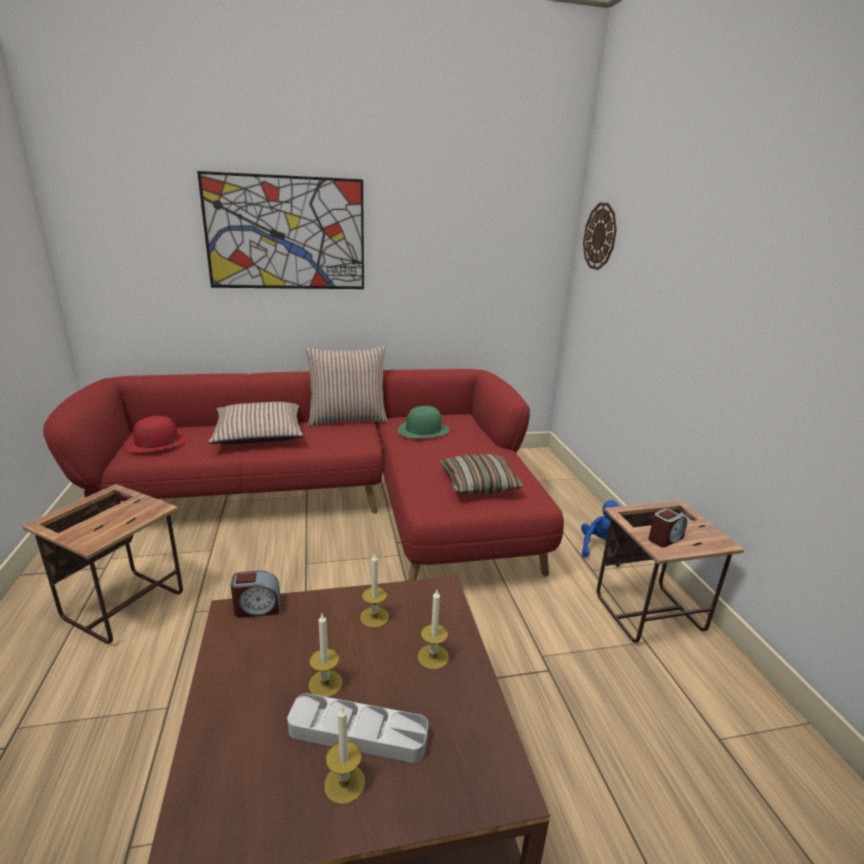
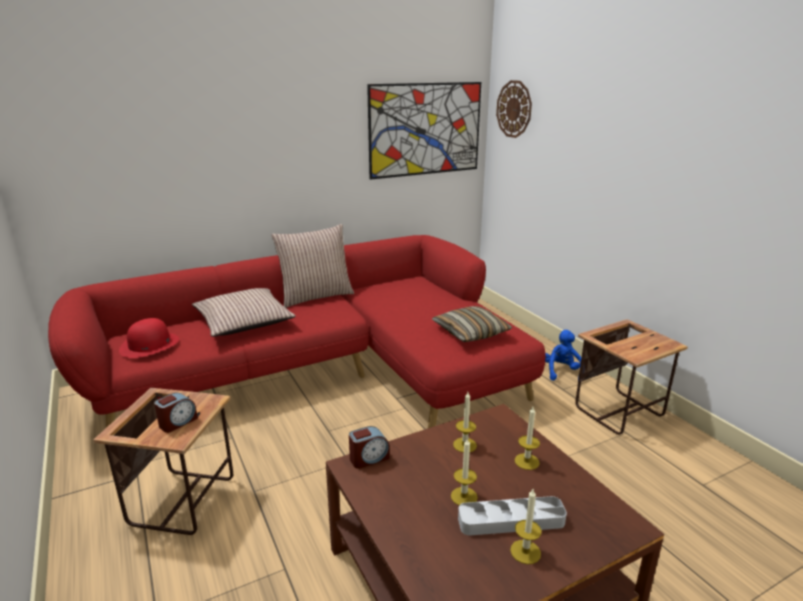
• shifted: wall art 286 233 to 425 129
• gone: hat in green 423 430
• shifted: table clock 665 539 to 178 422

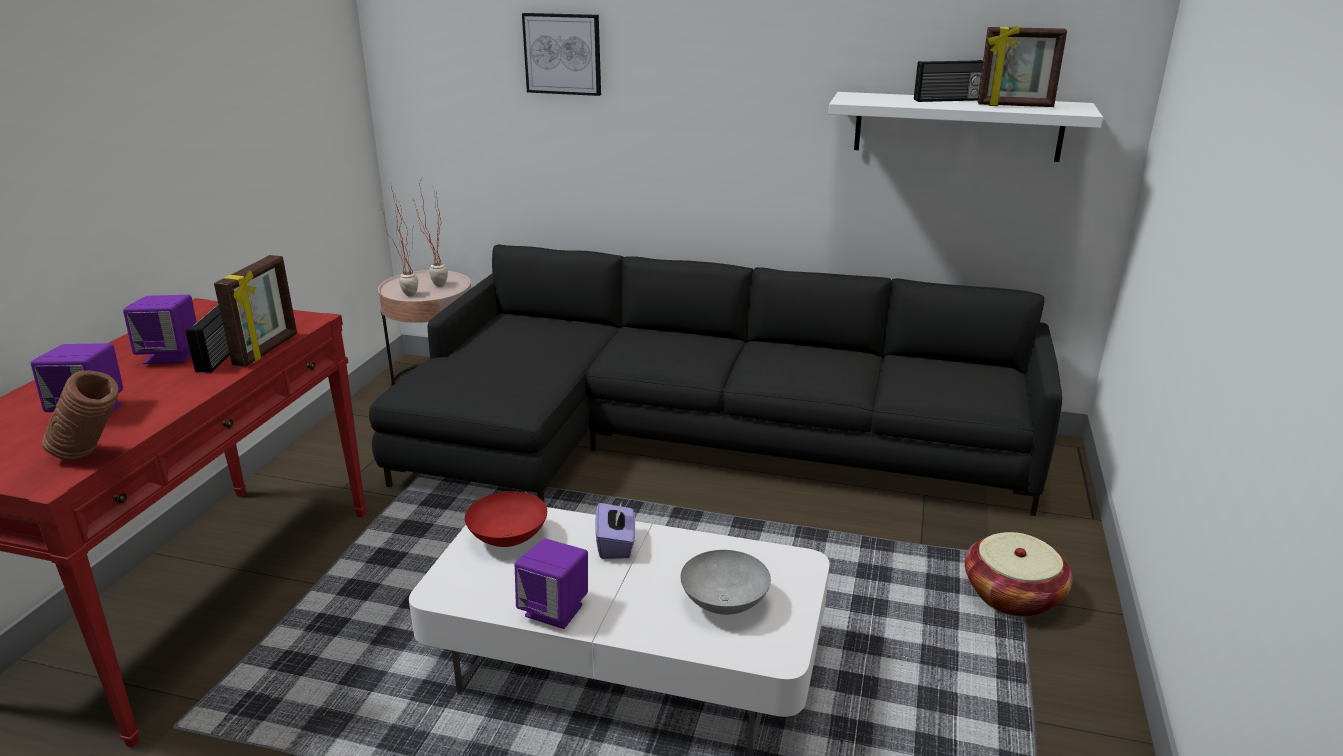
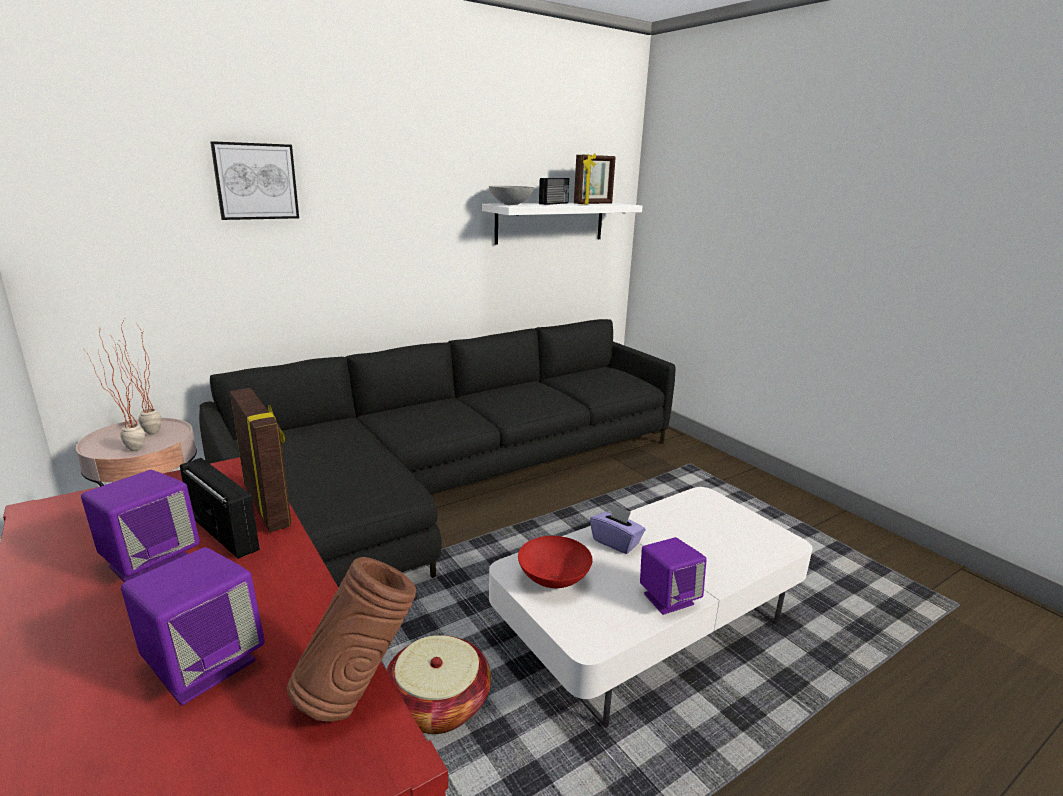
• shifted: deep dish in grey 723 604 to 511 204
• shifted: household basket 1012 595 to 438 704

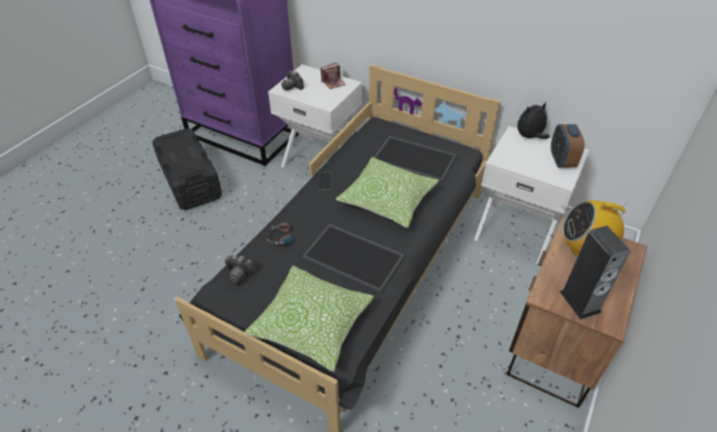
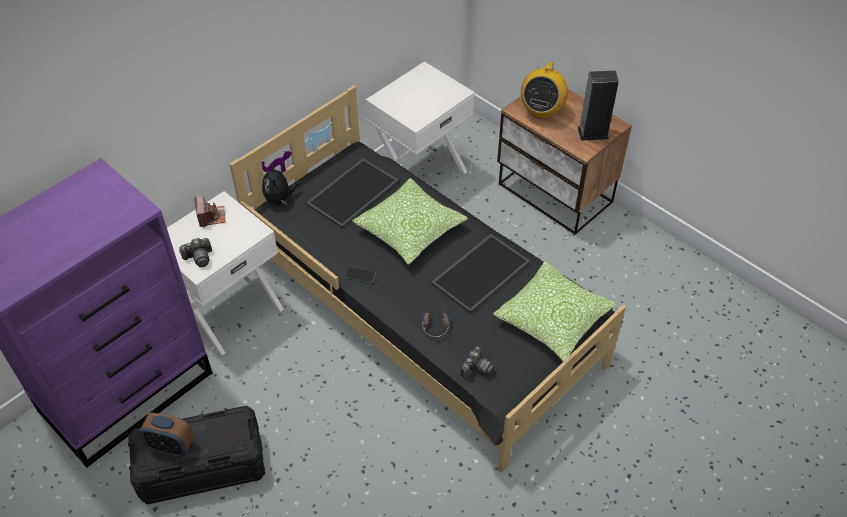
• shifted: cuddly toy 529 137 to 279 199
• shifted: table clock 561 161 to 171 446

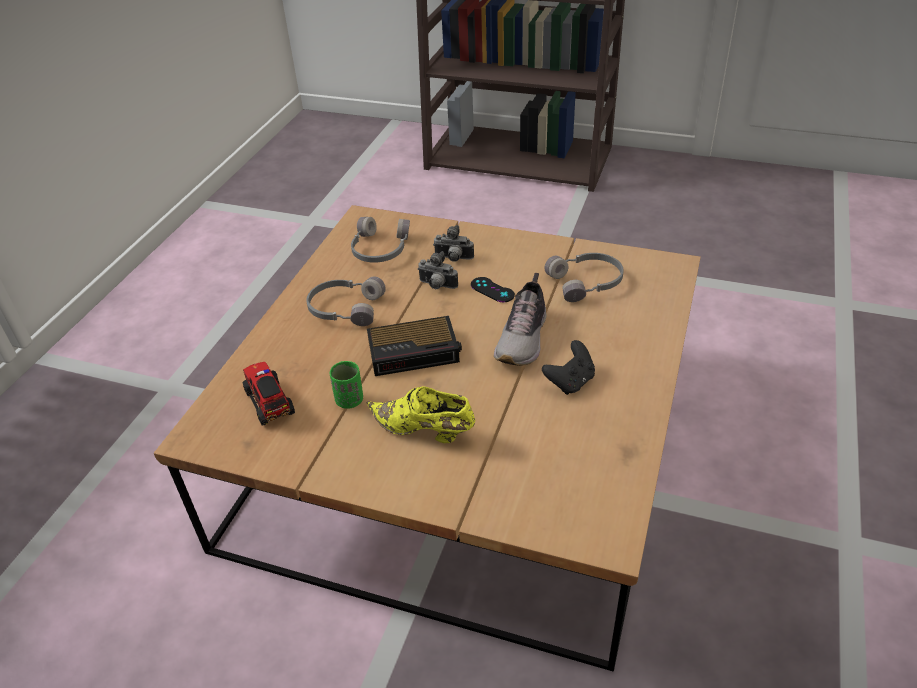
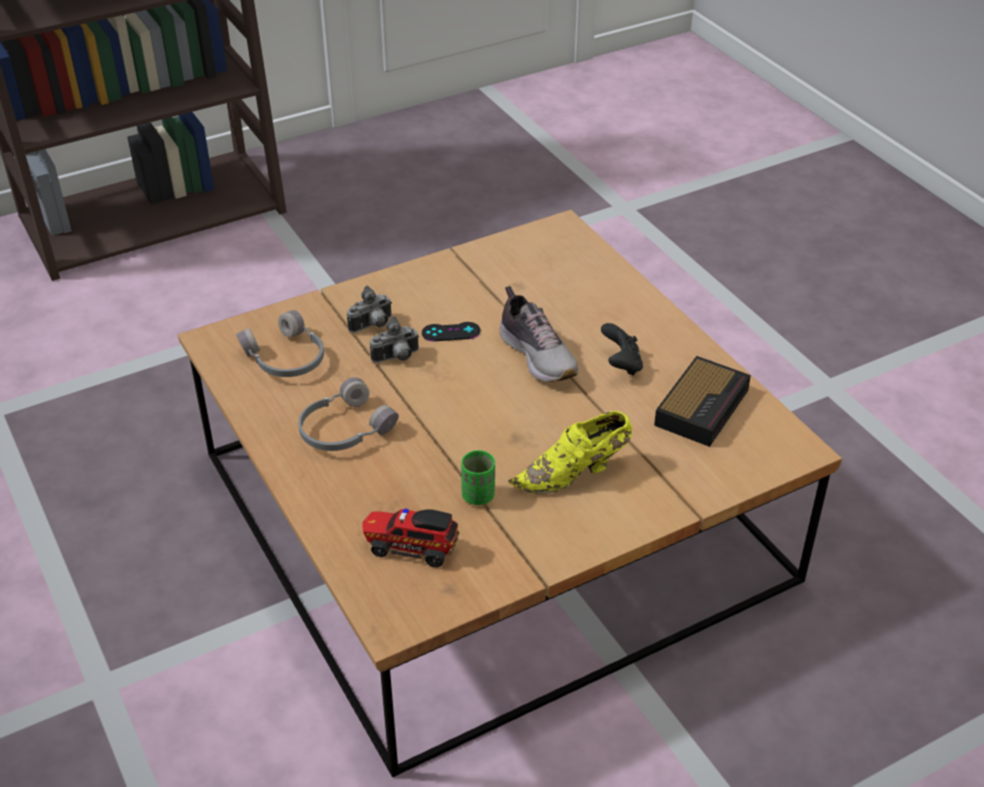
• shifted: table clock 415 351 to 702 406
• gone: headset in grey 587 283

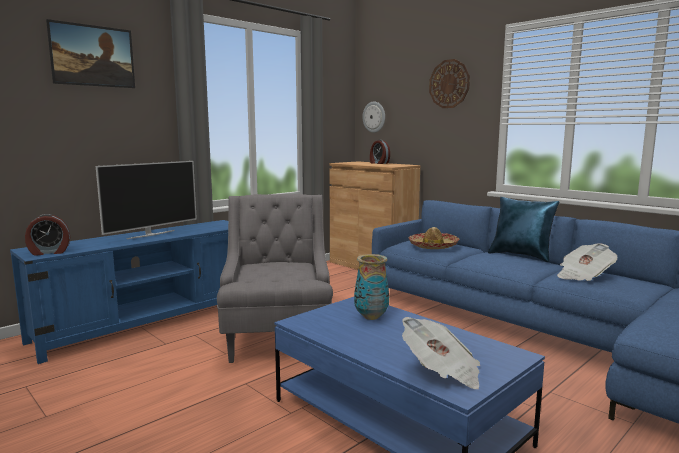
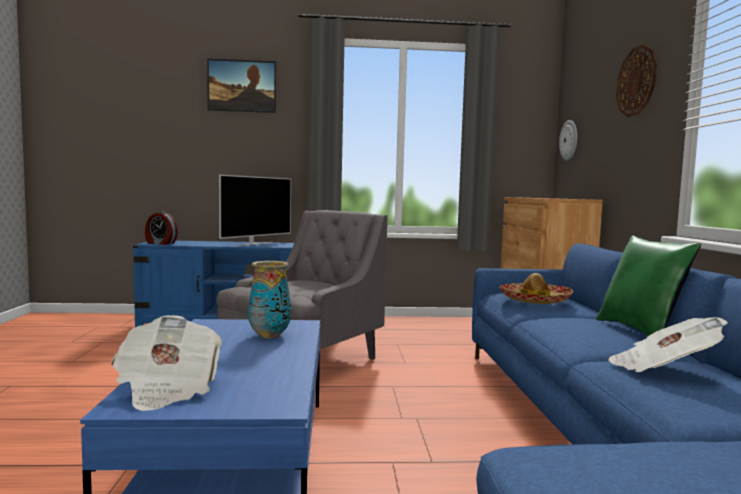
• rotated: TV set 151 234 = 254 244 45 degrees counterclockwise
• gone: table clock 379 163
• repainted: cushion in blue-coloured 521 256 to cushion in green 641 331

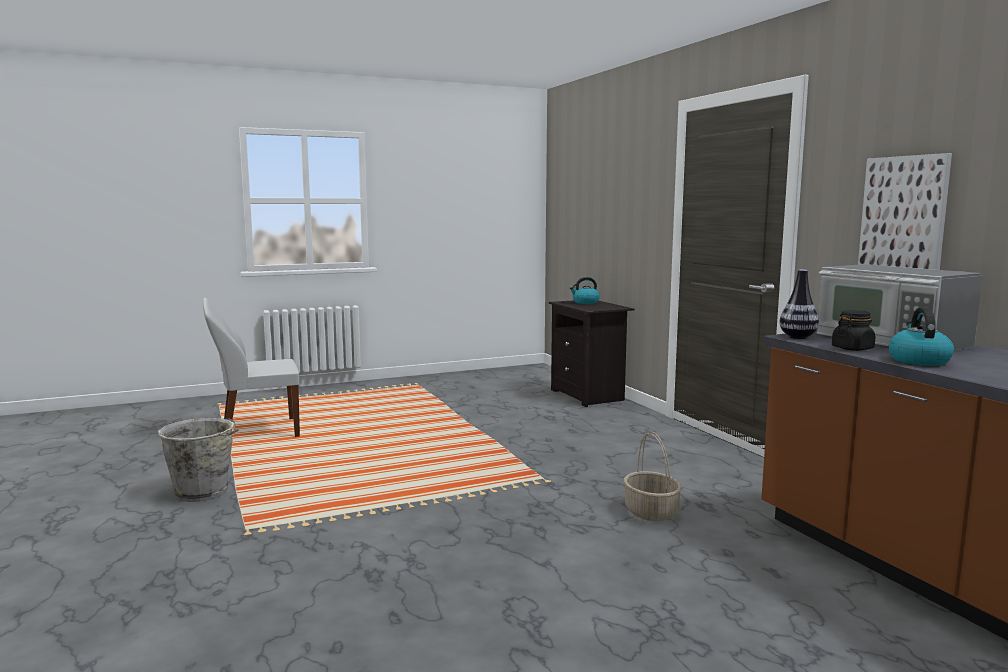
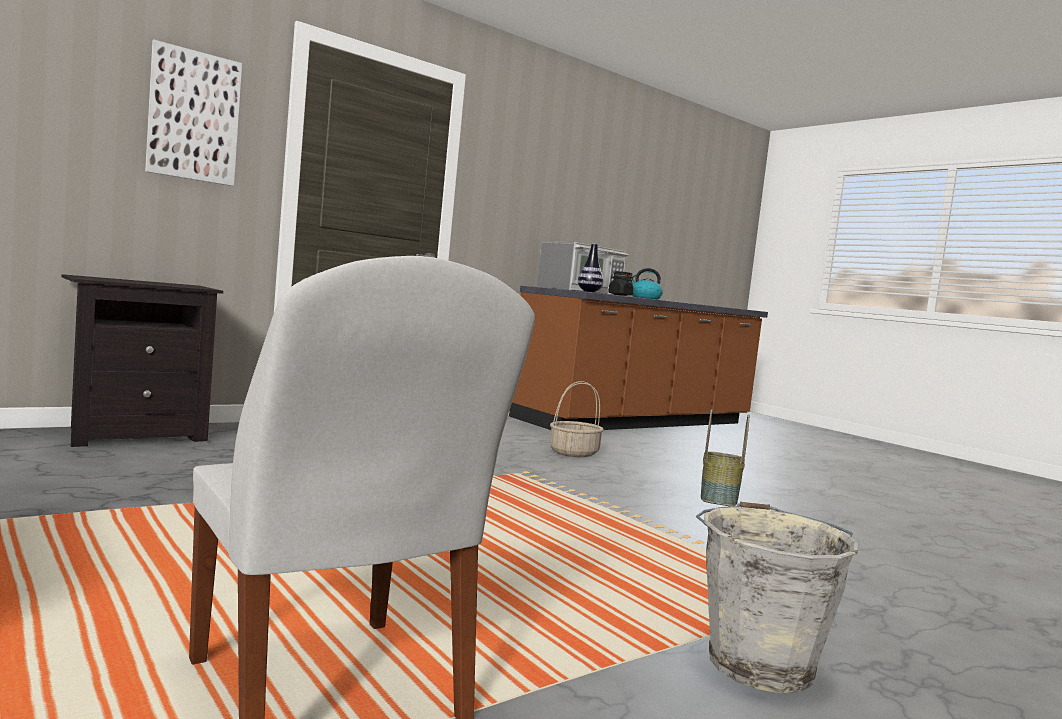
• gone: water kettle 585 302
• shifted: wall art 902 224 to 194 116
• new: household basket 720 497

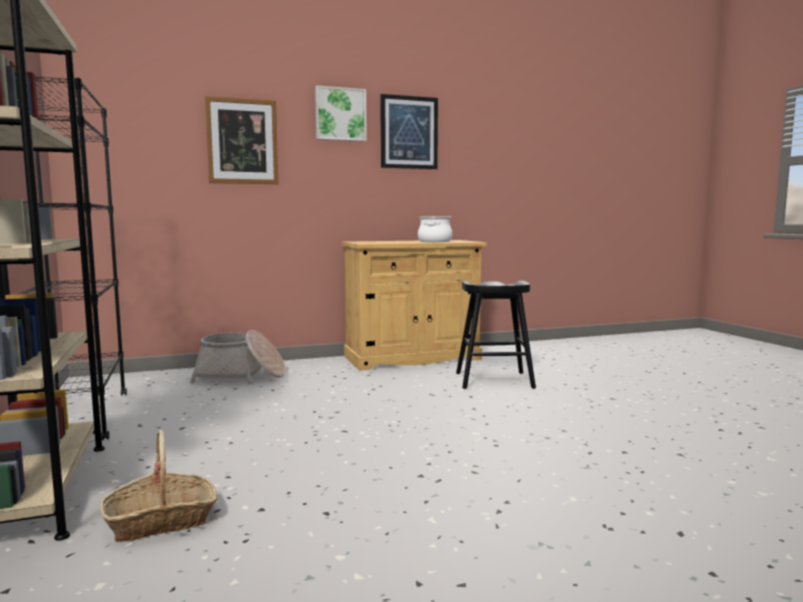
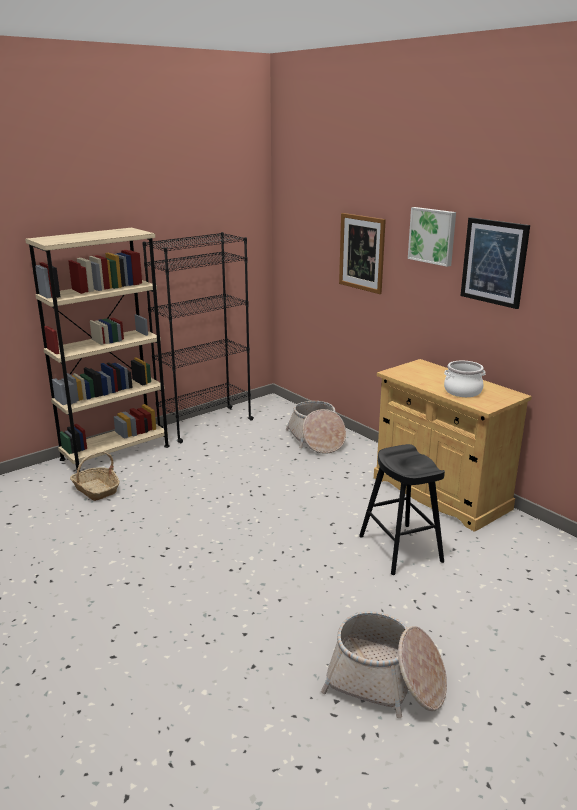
• new: household basket 386 682

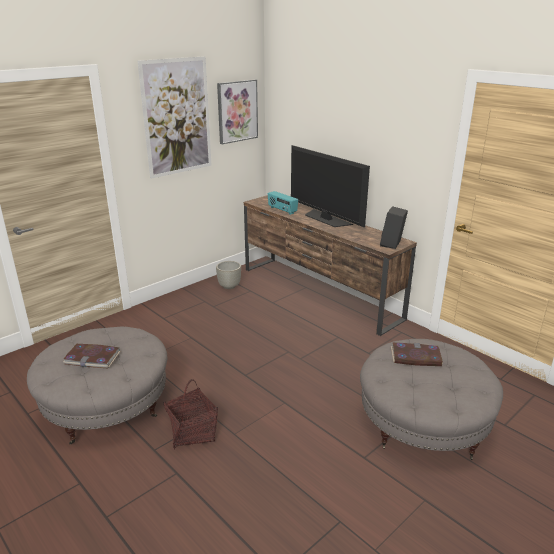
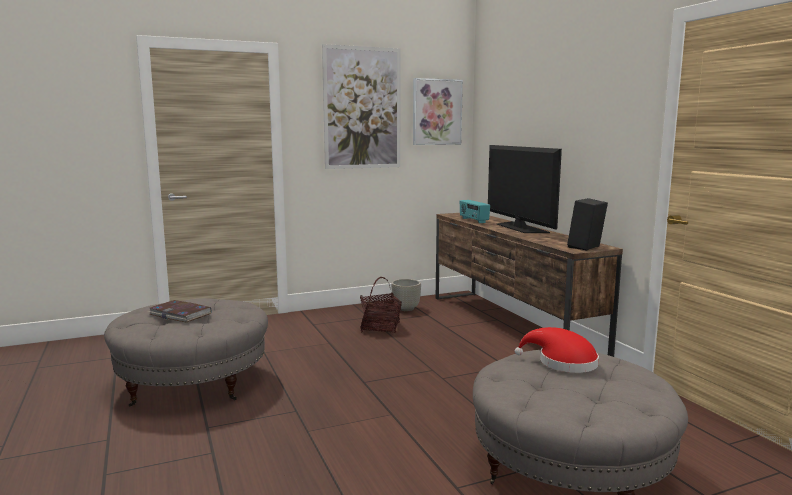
• shifted: household basket 192 432 to 380 327
• swapped: book 415 357 to hat in reddish 562 362

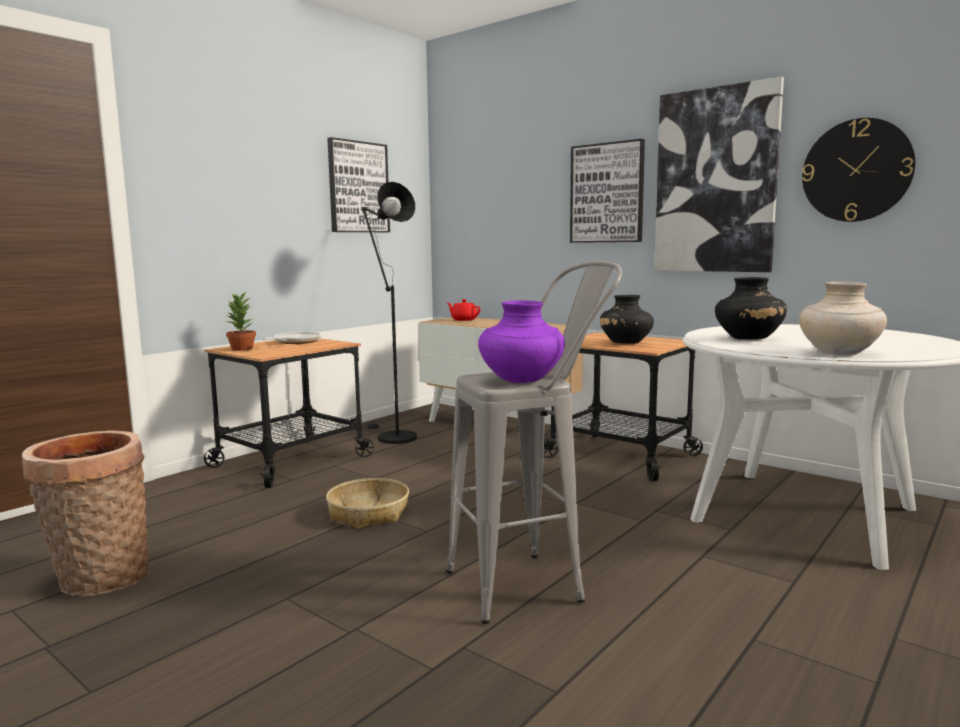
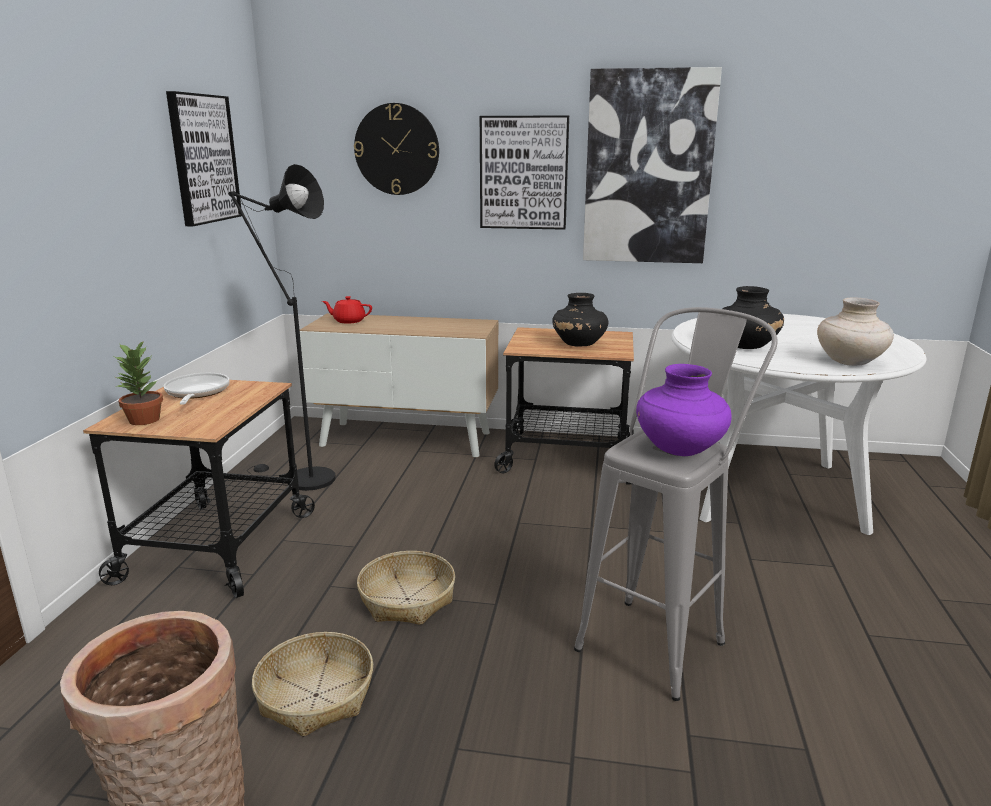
• shifted: wall clock 856 170 to 397 149
• new: household basket 316 695

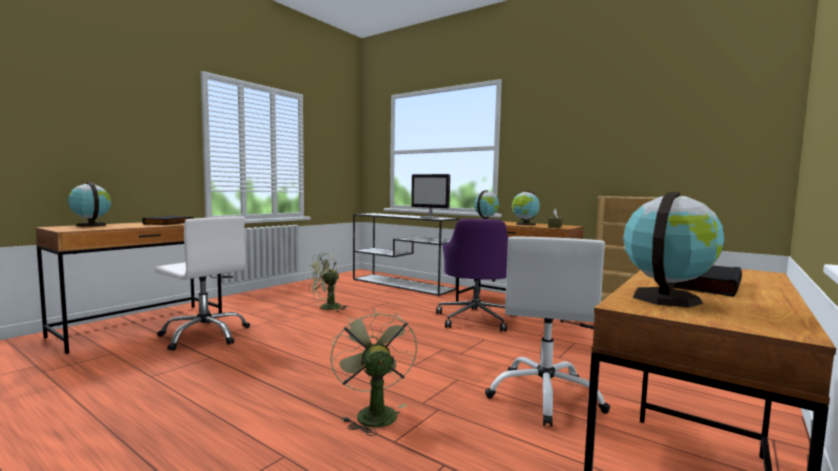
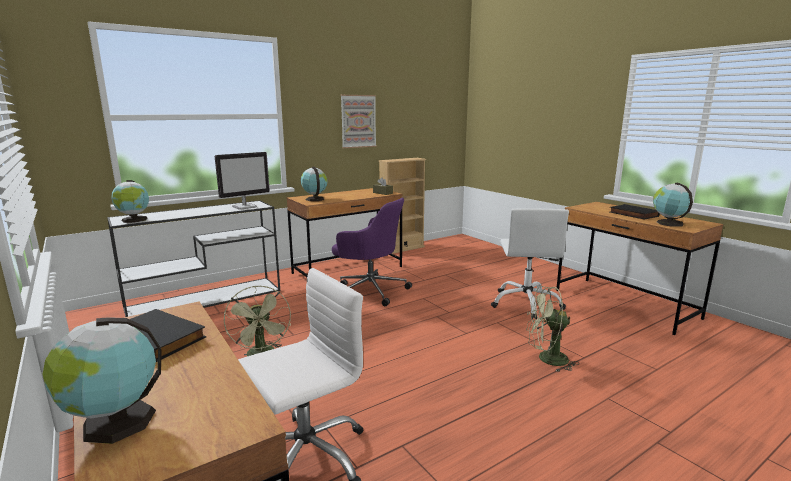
• rotated: office chair in white 545 396 = 526 303 60 degrees clockwise
• shifted: globe 525 224 to 134 220
• new: wall art 358 121

